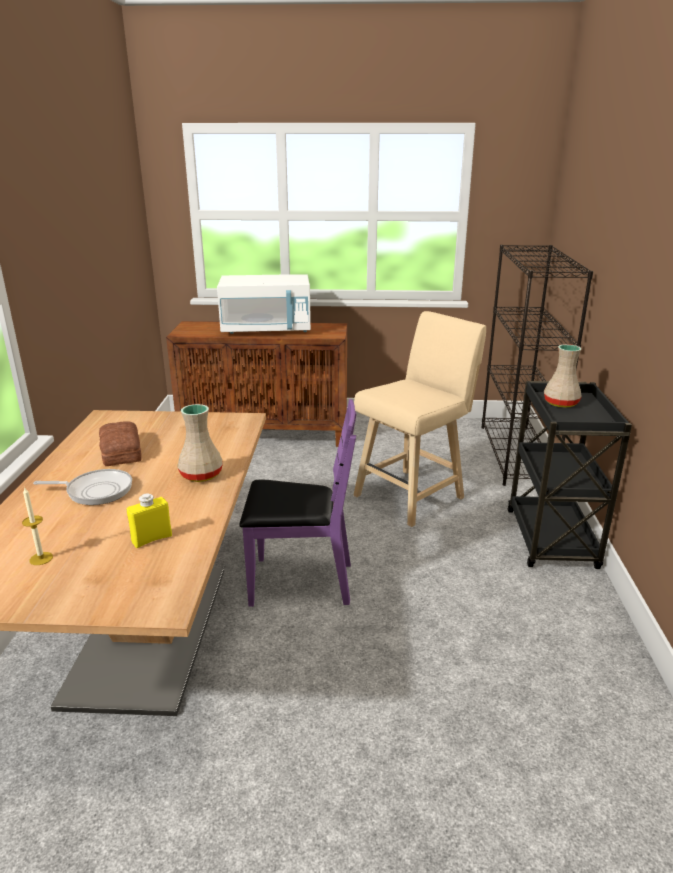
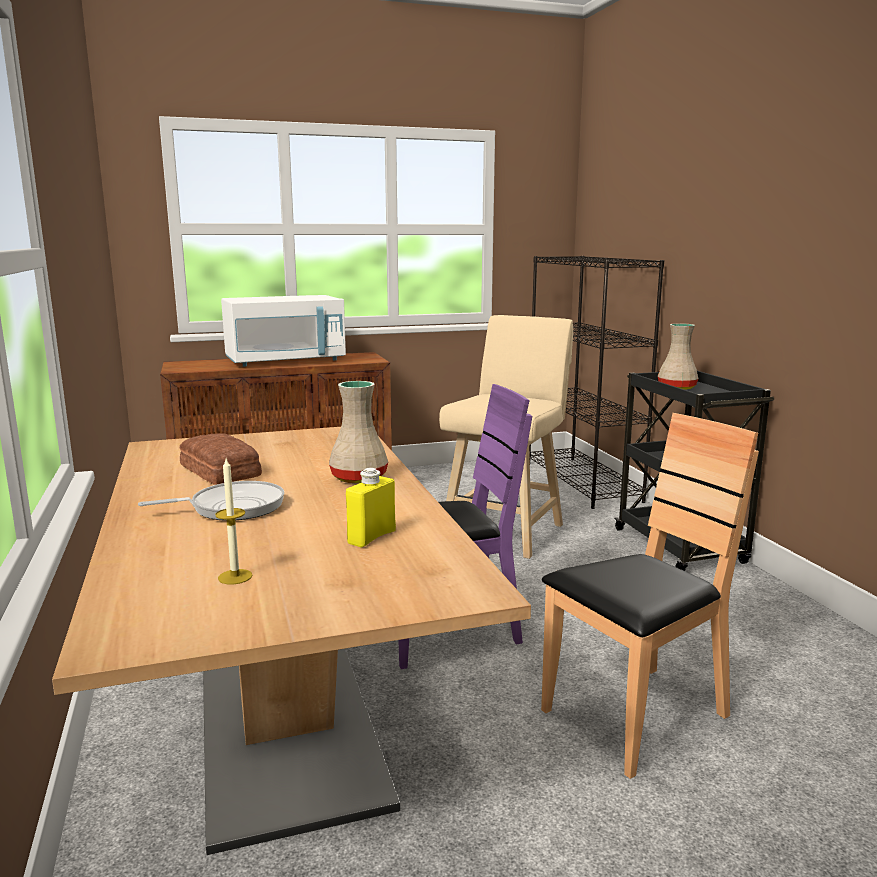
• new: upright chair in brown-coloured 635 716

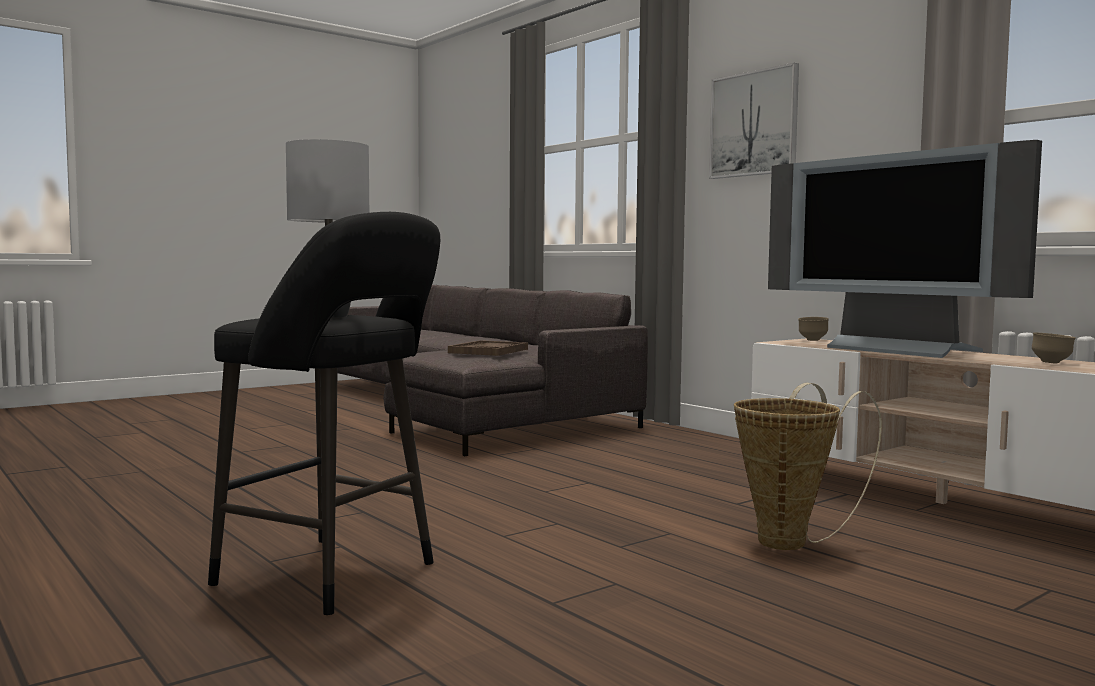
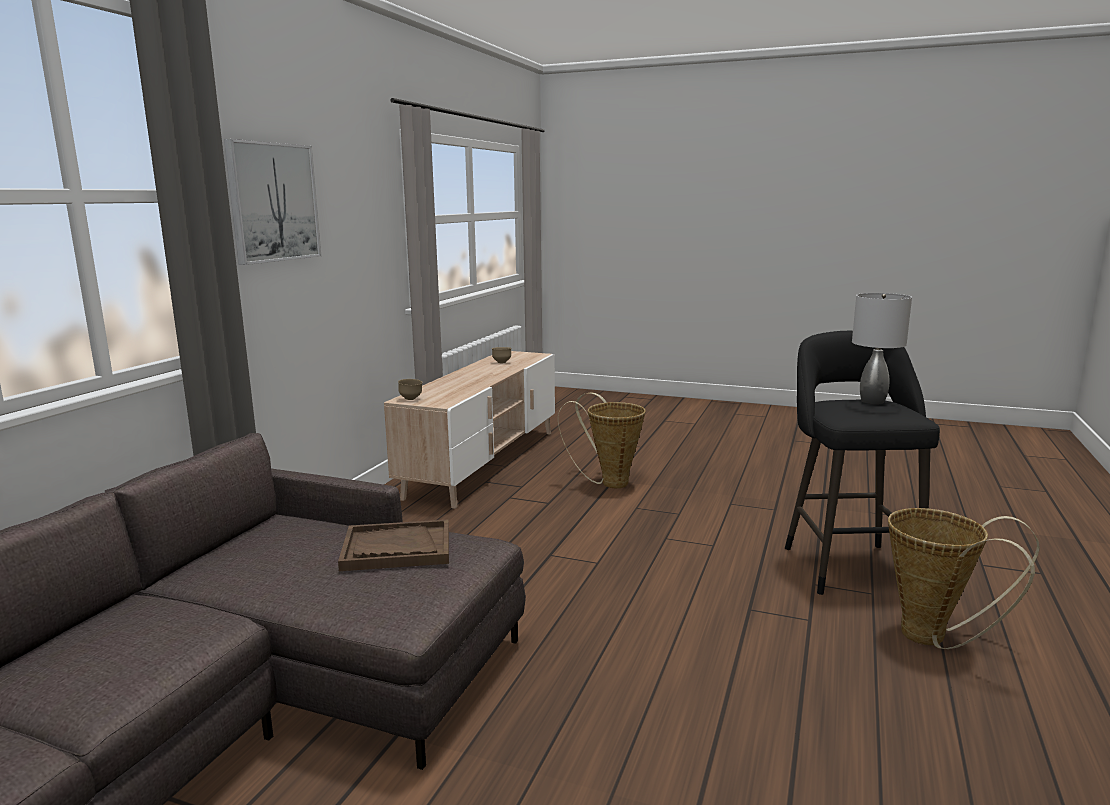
• gone: TV set 899 350
• new: household basket 934 639

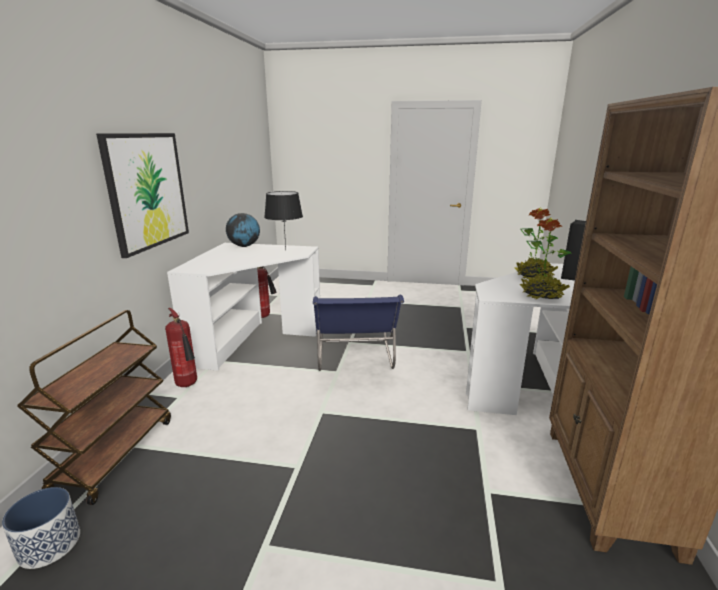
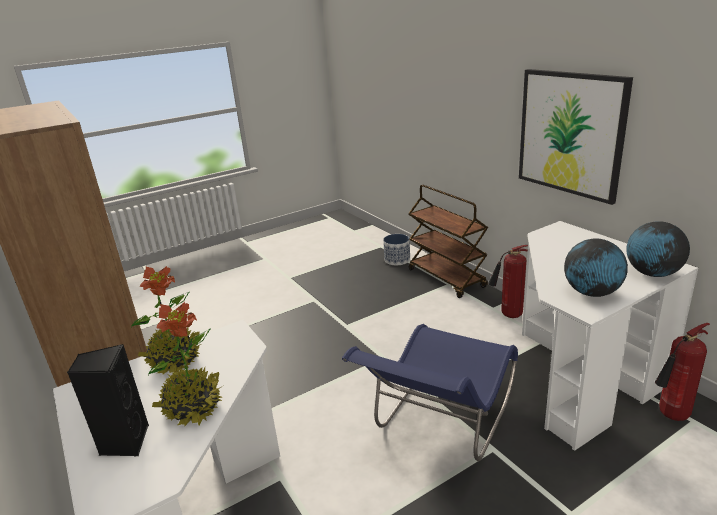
• swapped: tabletop lamp in black 286 250 to globe 591 293
• rotated: upright chair in blue-coloured 355 360 = 440 424 105 degrees counterclockwise

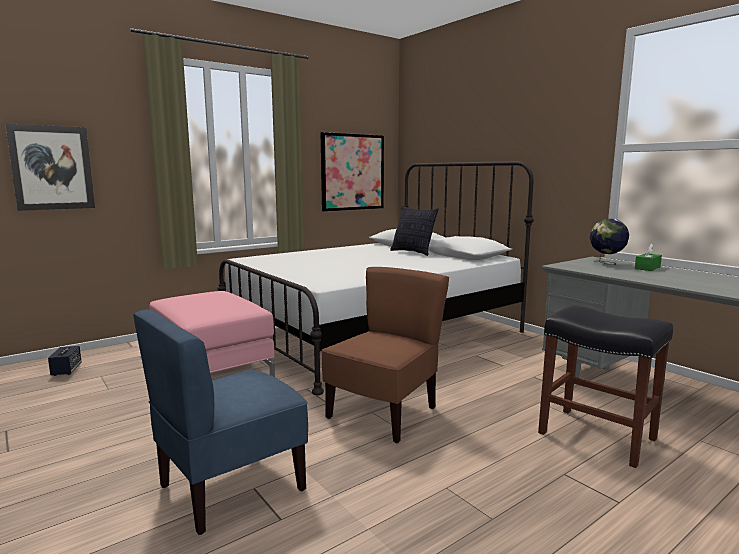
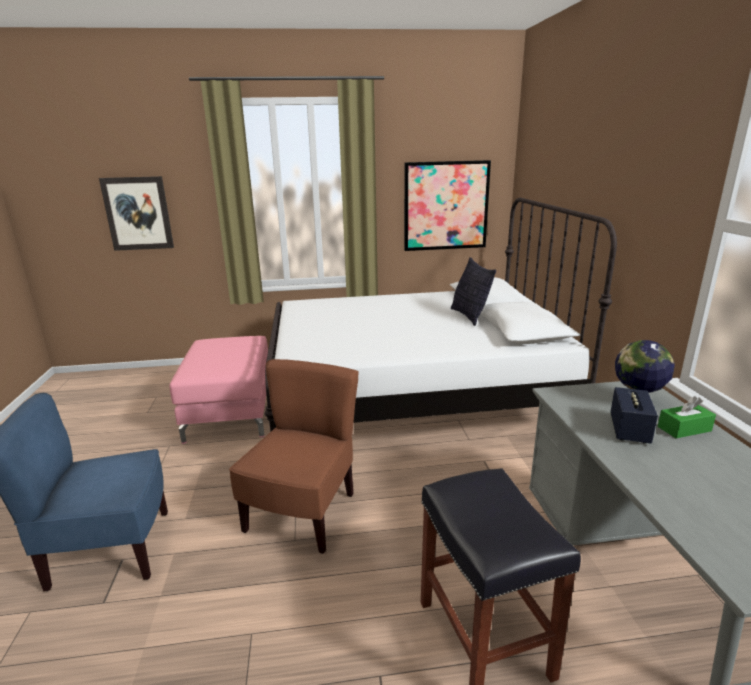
• shifted: loudspeaker 66 370 to 629 430
• rotated: upright chair in brown-coloured 384 414 = 302 513 45 degrees counterclockwise

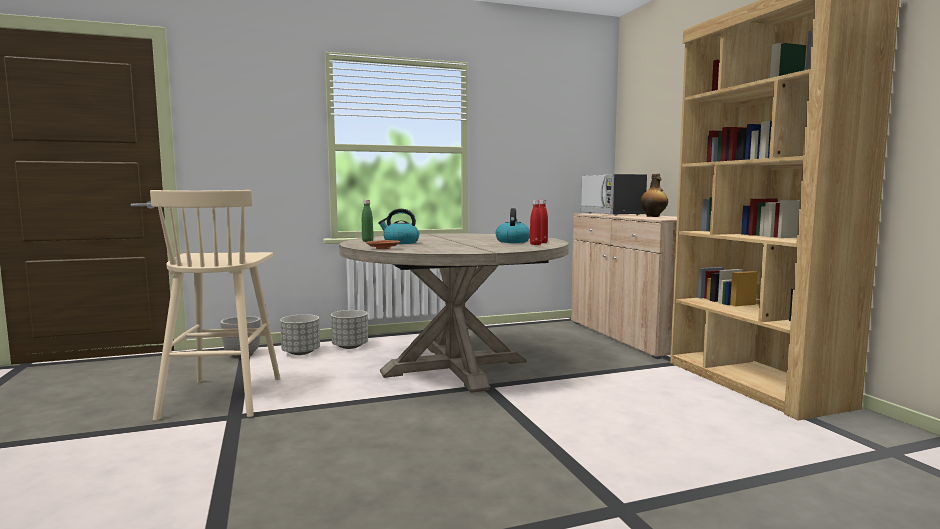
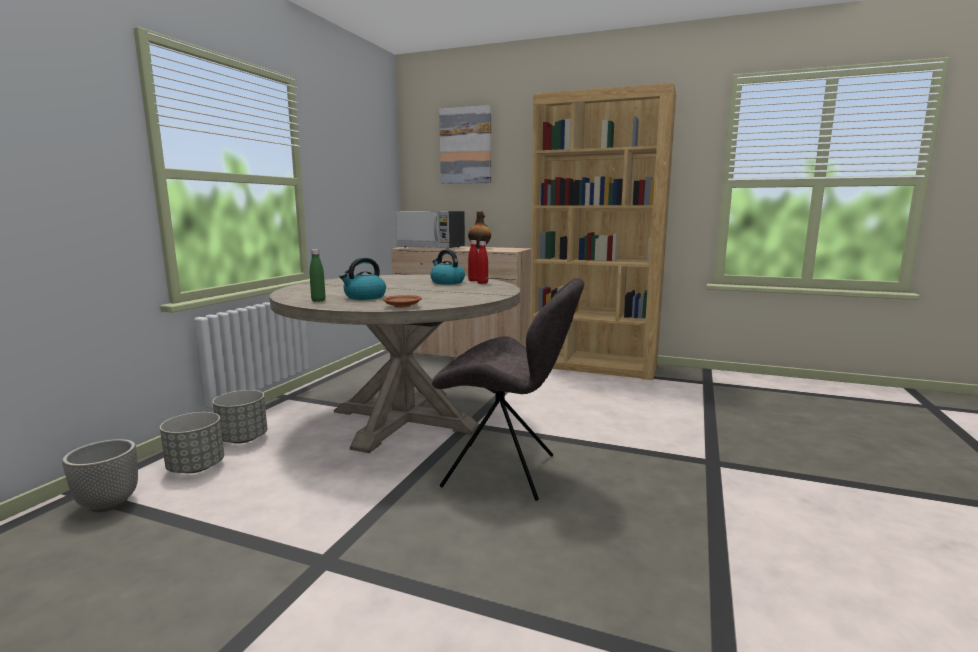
• gone: sitting stool in sand-coloured 223 397
• new: upright chair in grey 504 471
• new: wall art 466 146

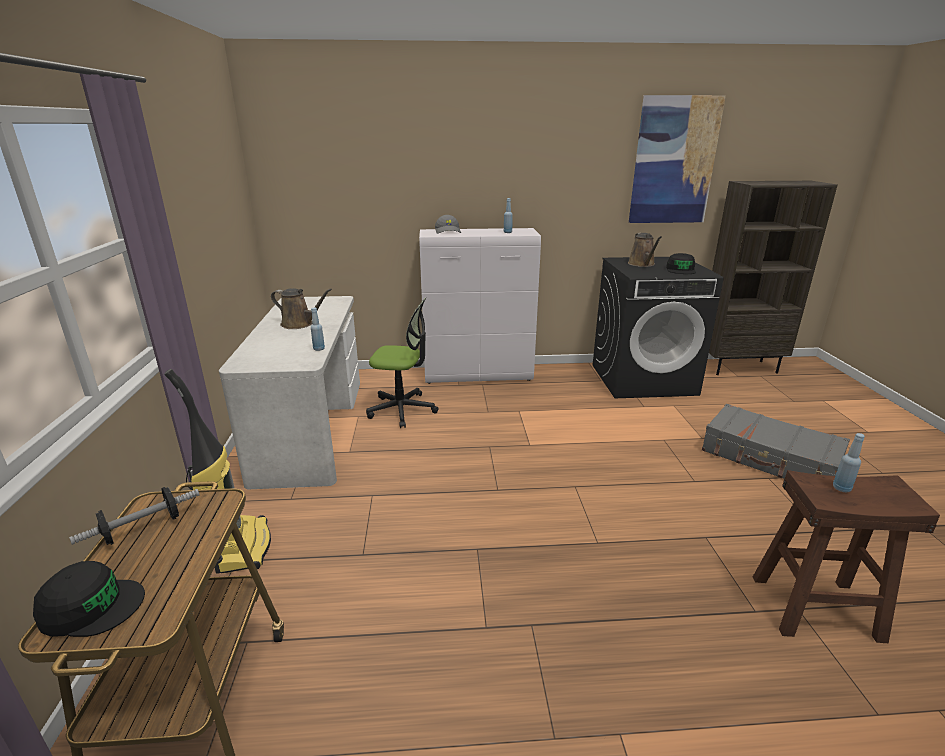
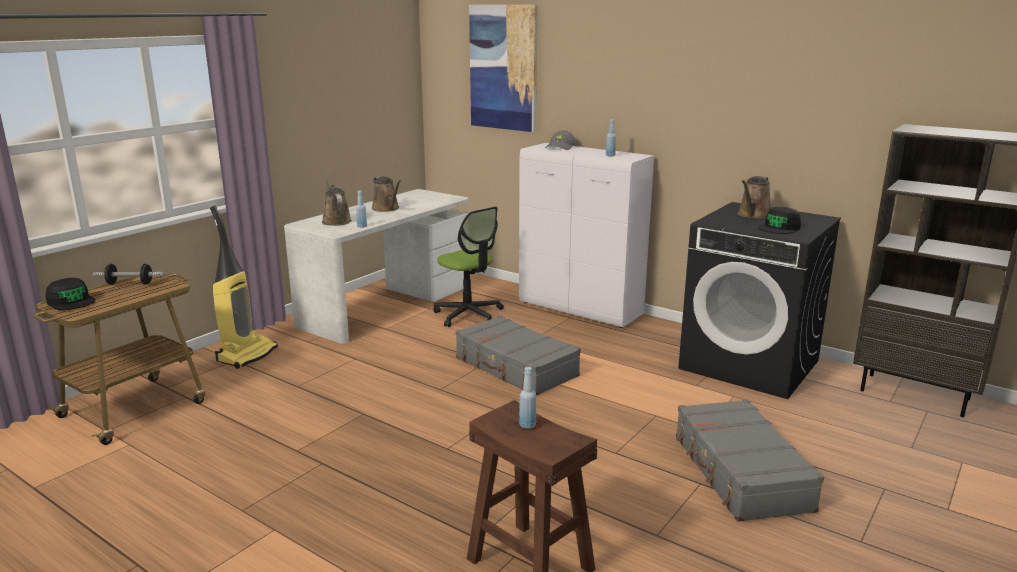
• shifted: wall art 673 161 to 504 68
• new: watering pot in brown-coloured 335 221
• new: piece of luggage in grey 515 367

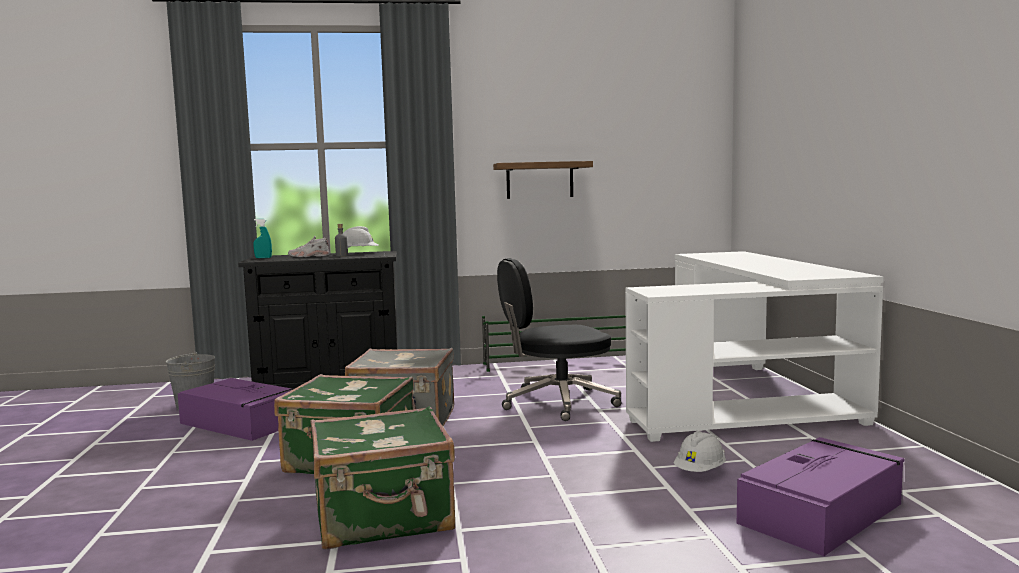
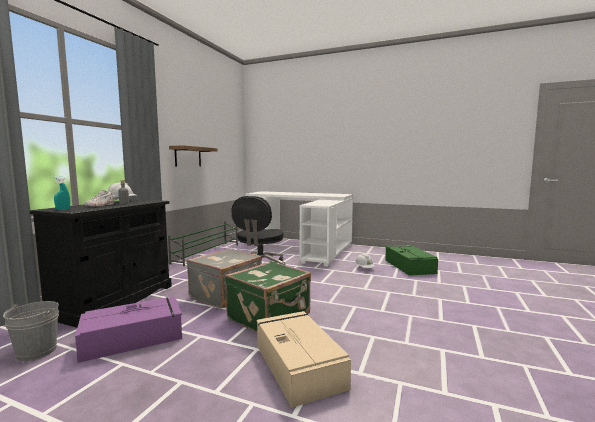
• gone: piece of luggage in green 384 519
• repainted: storage bin in purplish 822 512 to storage bin in green 409 266
• new: storage bin in sand-coloured 298 364

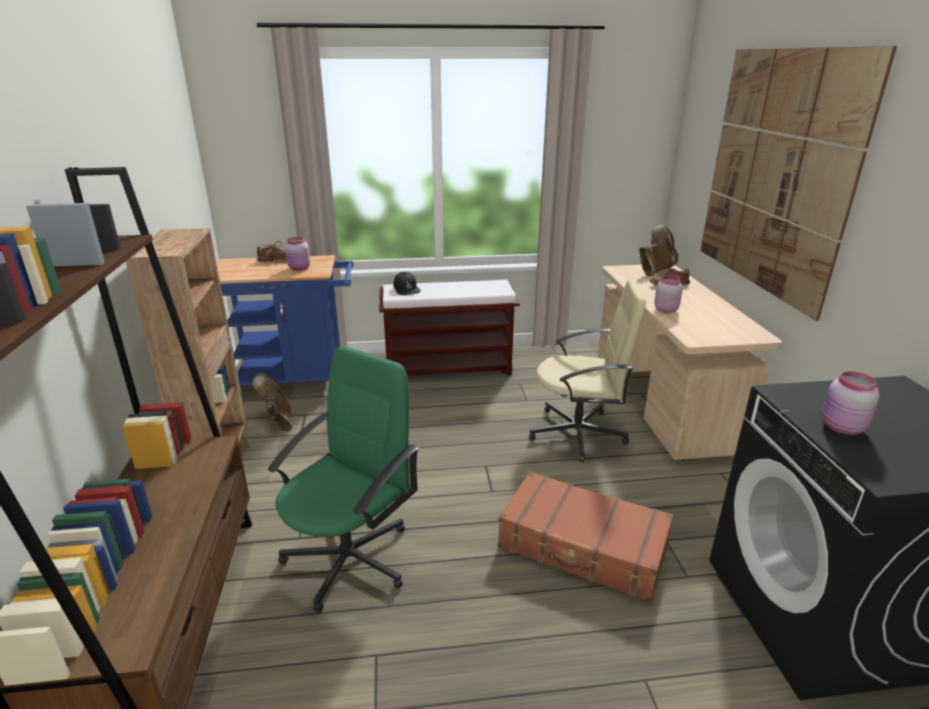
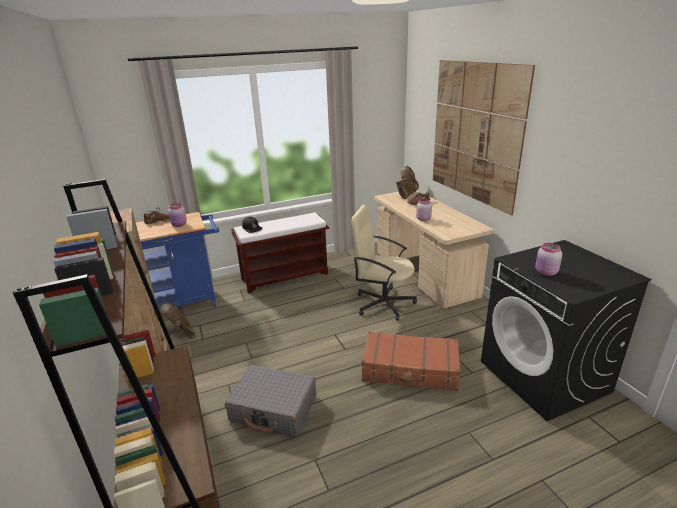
• swapped: office chair in green 350 558 to piece of luggage in grey 274 409
• rotated: office chair in sand-coloured 579 433 = 383 303 150 degrees counterclockwise

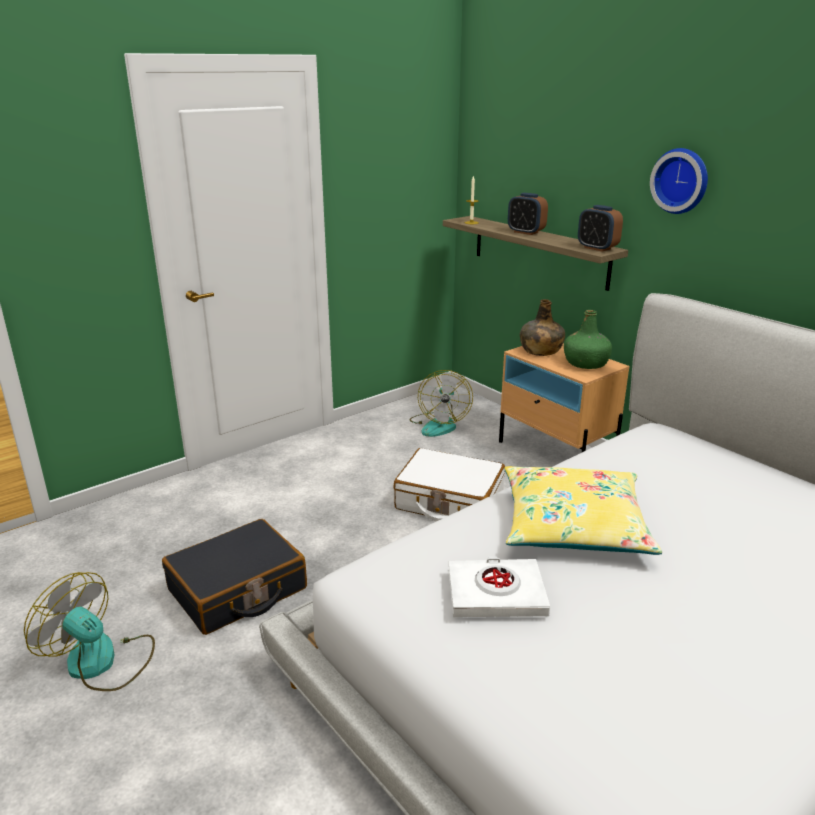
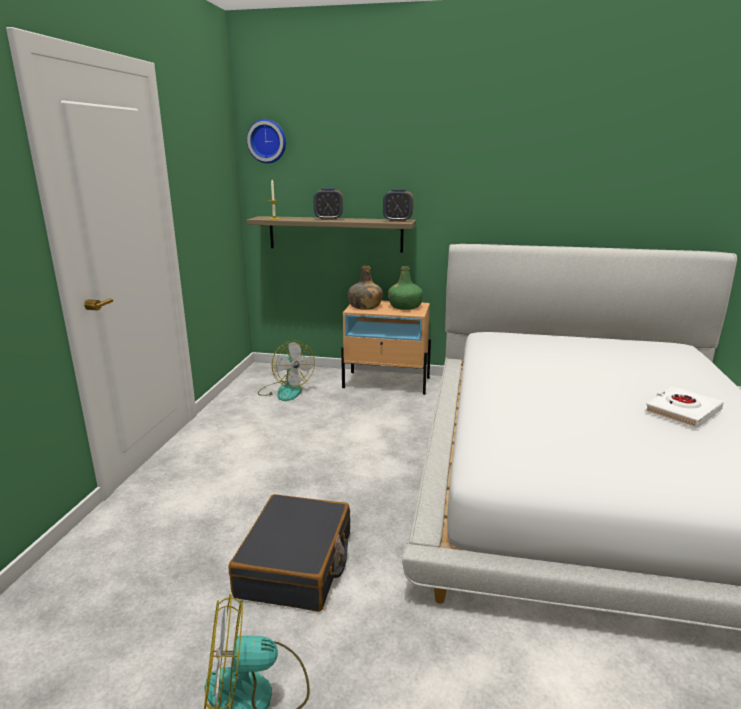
• gone: piece of luggage in white 449 501
• shifted: book in white 496 594 to 682 411
• gone: cushion in yellow-coloured 574 525
• shifted: wall clock 681 180 to 267 141

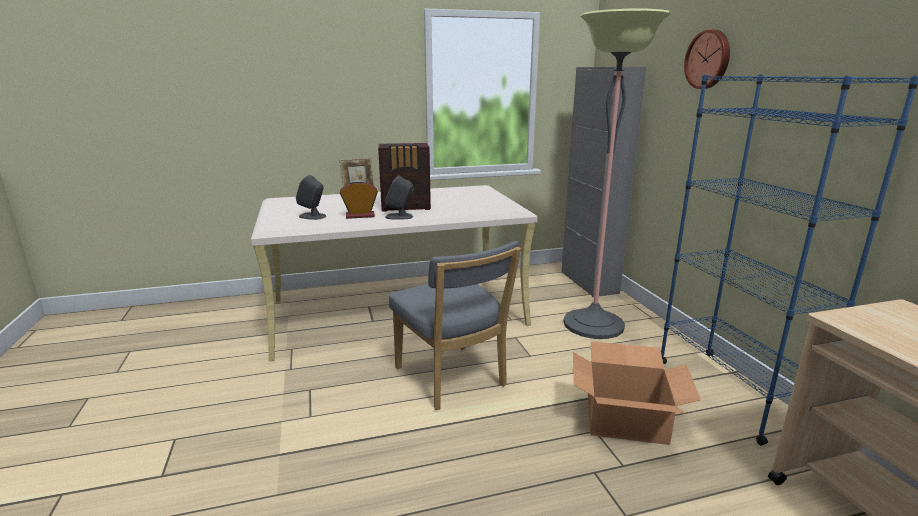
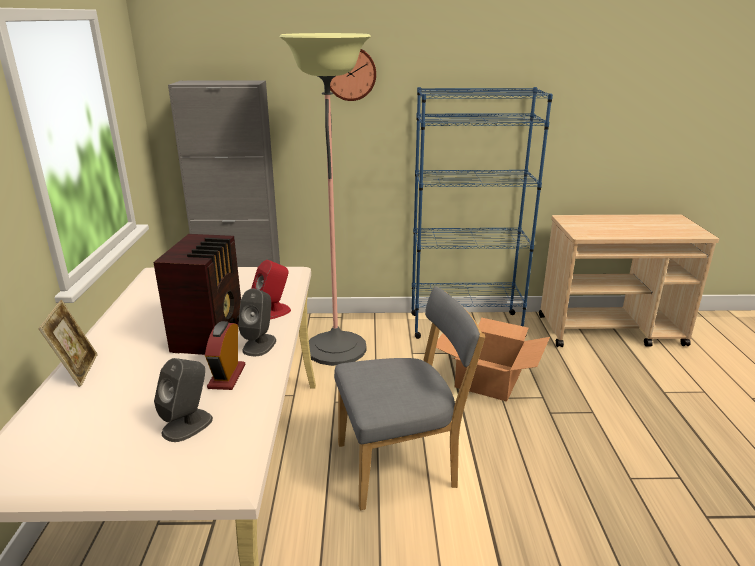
• new: loudspeaker in reddish 273 312

